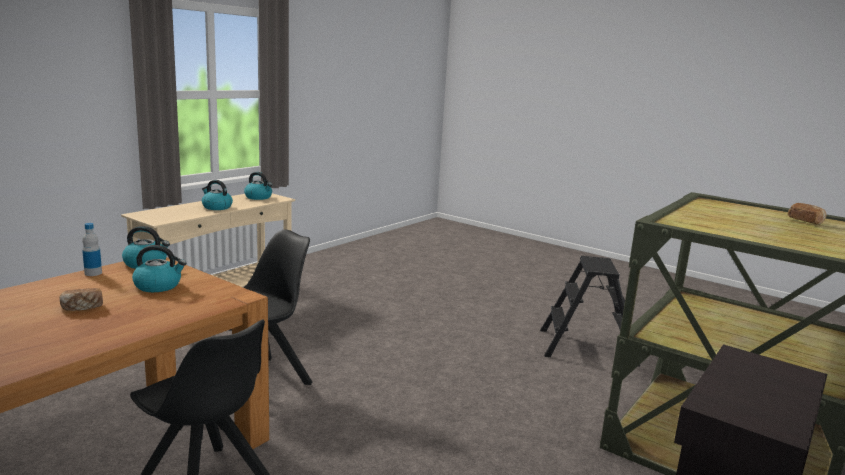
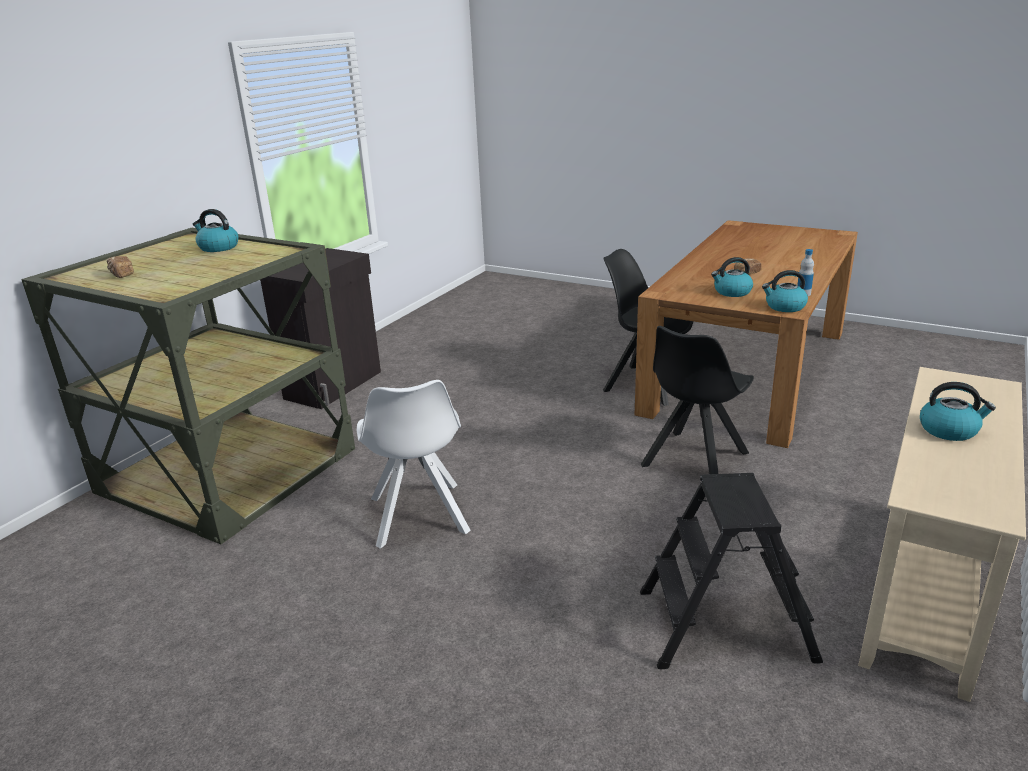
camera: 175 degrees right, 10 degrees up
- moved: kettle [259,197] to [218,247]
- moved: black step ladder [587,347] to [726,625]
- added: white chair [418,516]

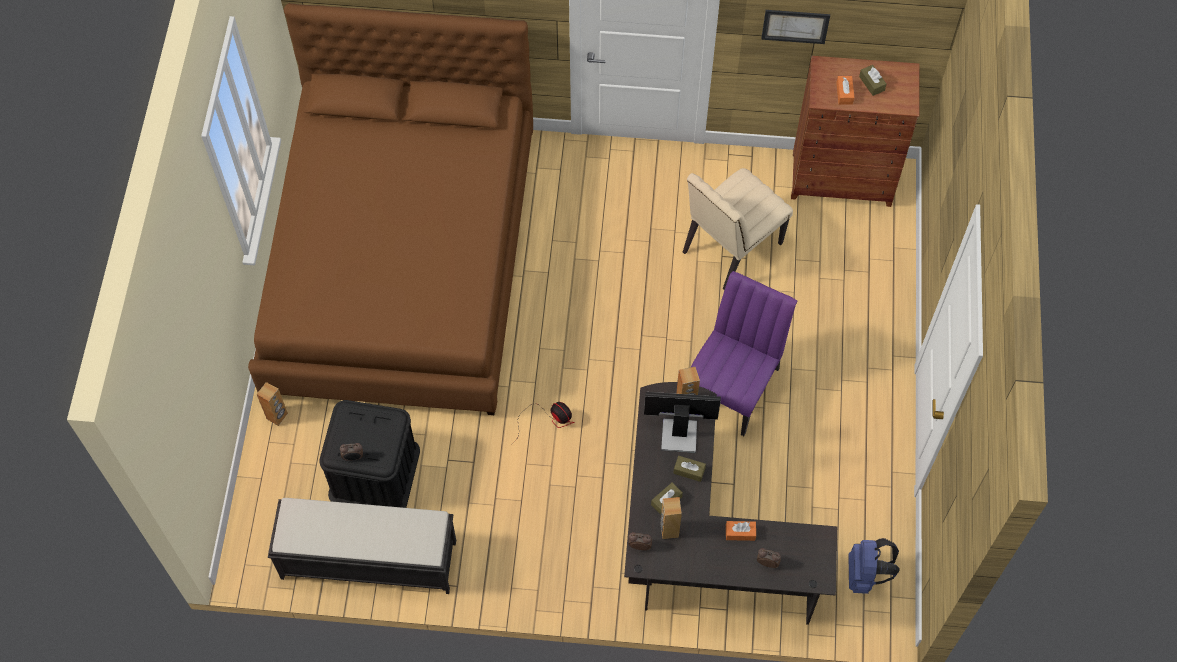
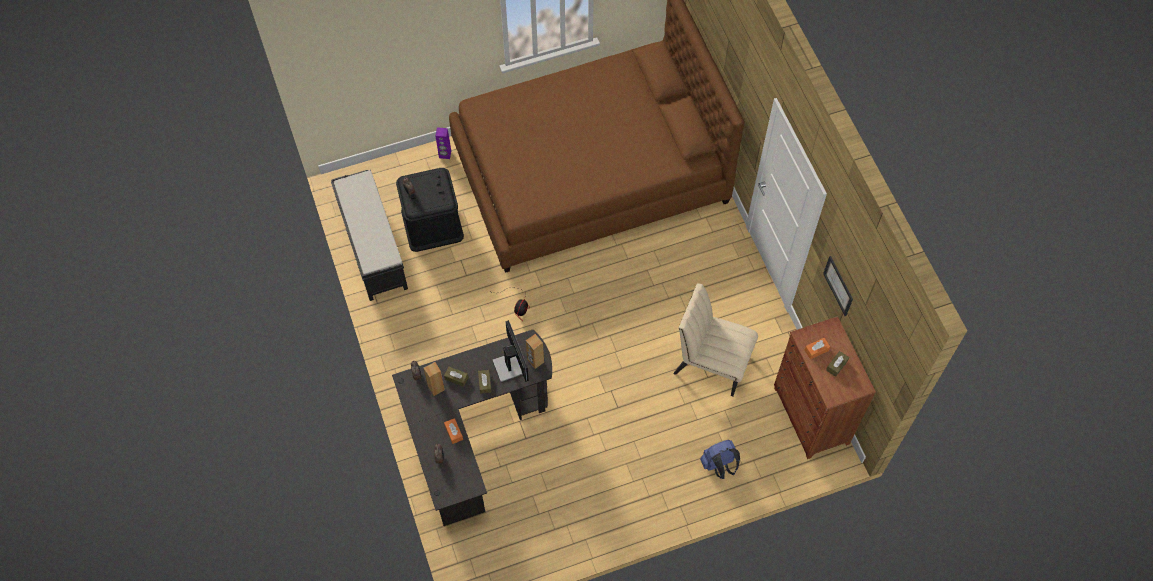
camera: 65 degrees right, 0 degrees up
- removed: purple chair [733,389]
- recoloured: brown speaker [277,416] to purple speaker [445,154]
- moved: blue backpack [865,575] to [719,465]

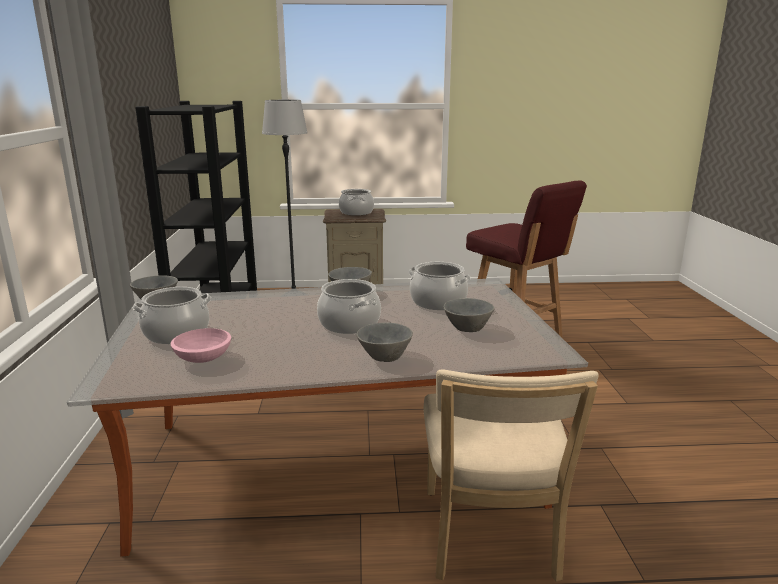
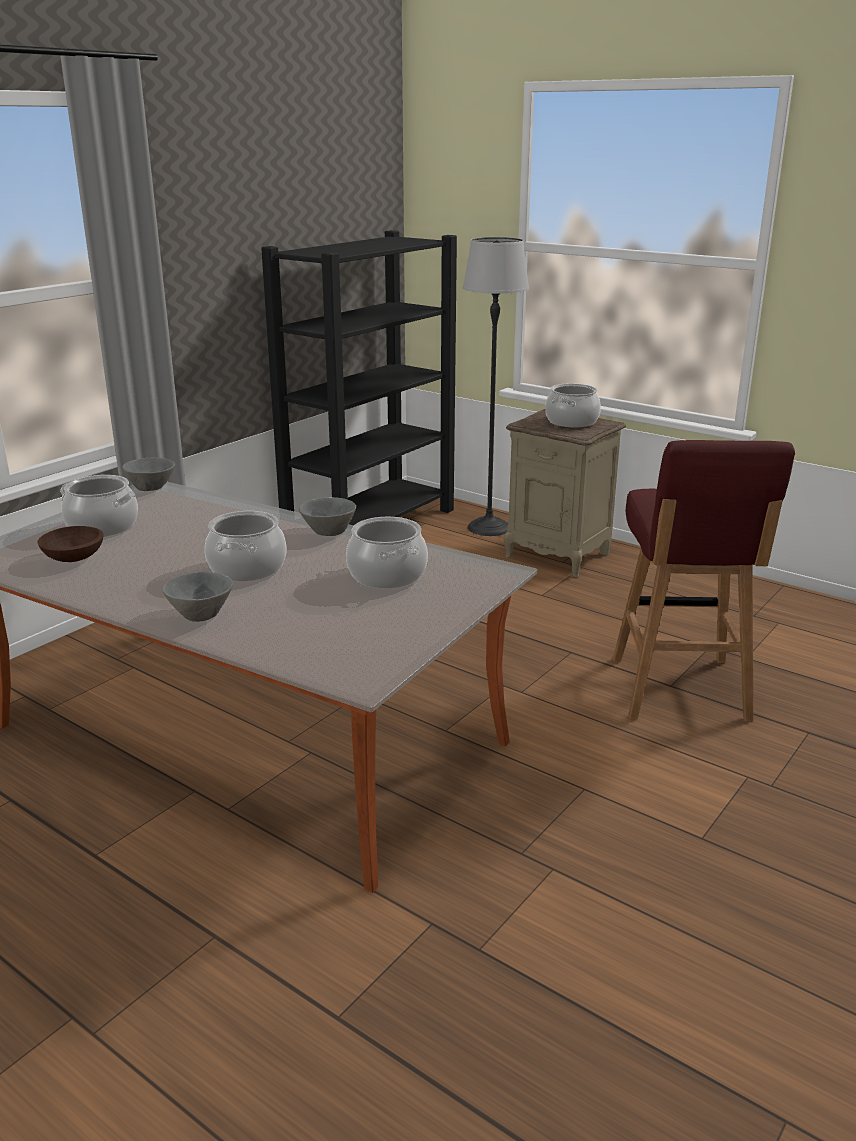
camera: 40 degrees right, 5 degrees up
- removed: grey bowl [467,327]
- recoloured: pink bowl [203,358] to brown bowl [74,557]
- removed: beige chair [489,539]

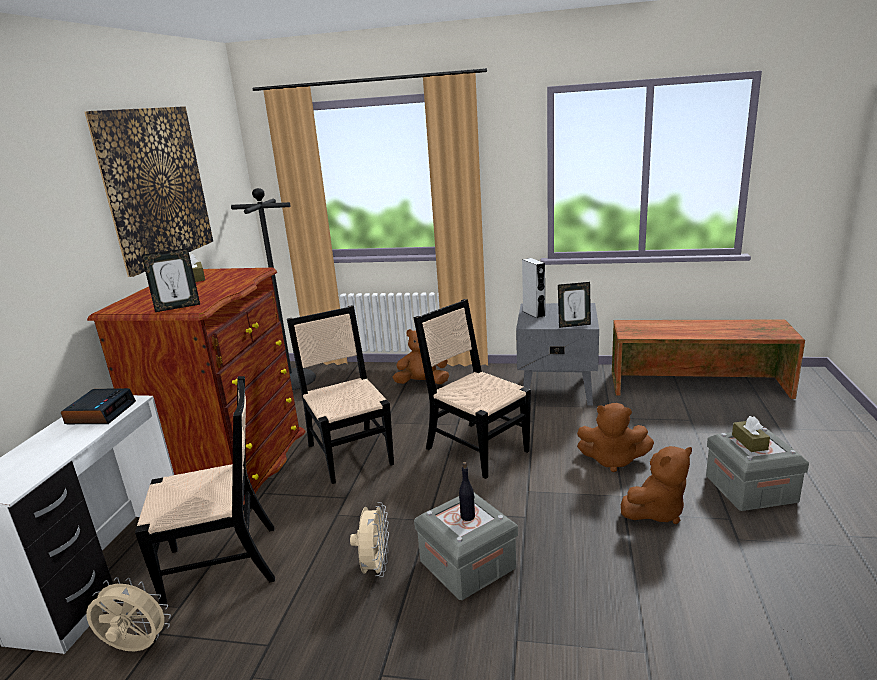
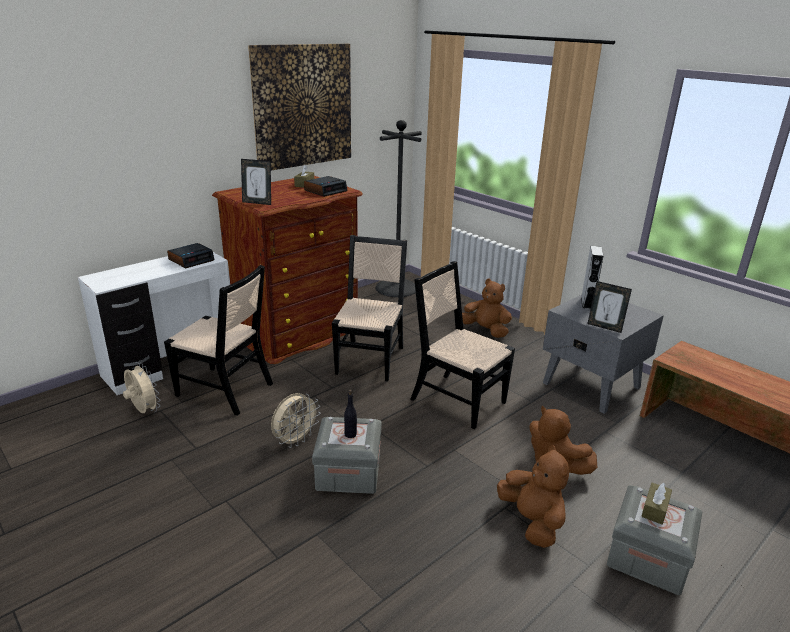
camera: 35 degrees right, 5 degrees up
- turned: chair [477,450] = [458,401] 45 degrees counterclockwise
- turned: brown plush toy [656,511] = [532,522] 120 degrees counterclockwise
- added: alarm clock [325,191]

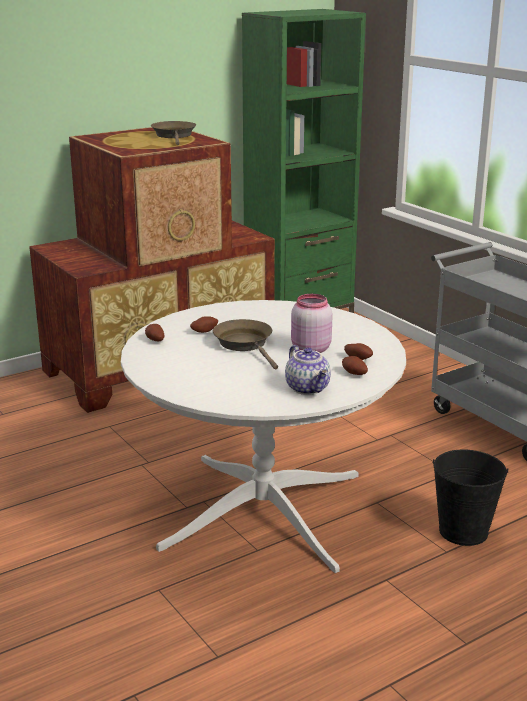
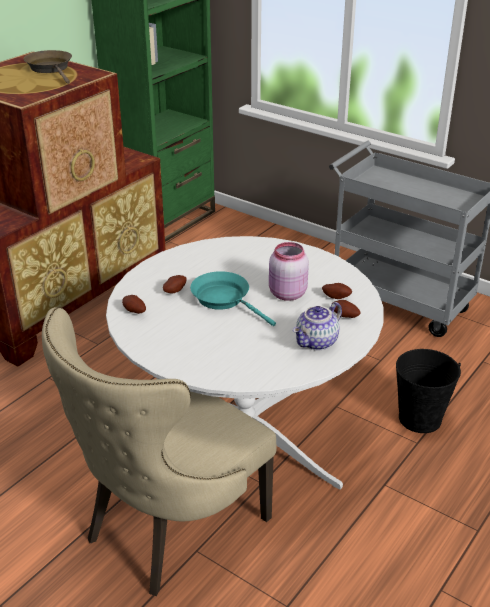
camera: 20 degrees left, 10 degrees up
- recoloured: brown frying pan [245,344] to turquoise frying pan [224,299]
- turned: teapot [308,388] = [317,342] 90 degrees clockwise
- added: beige chair [168,528]

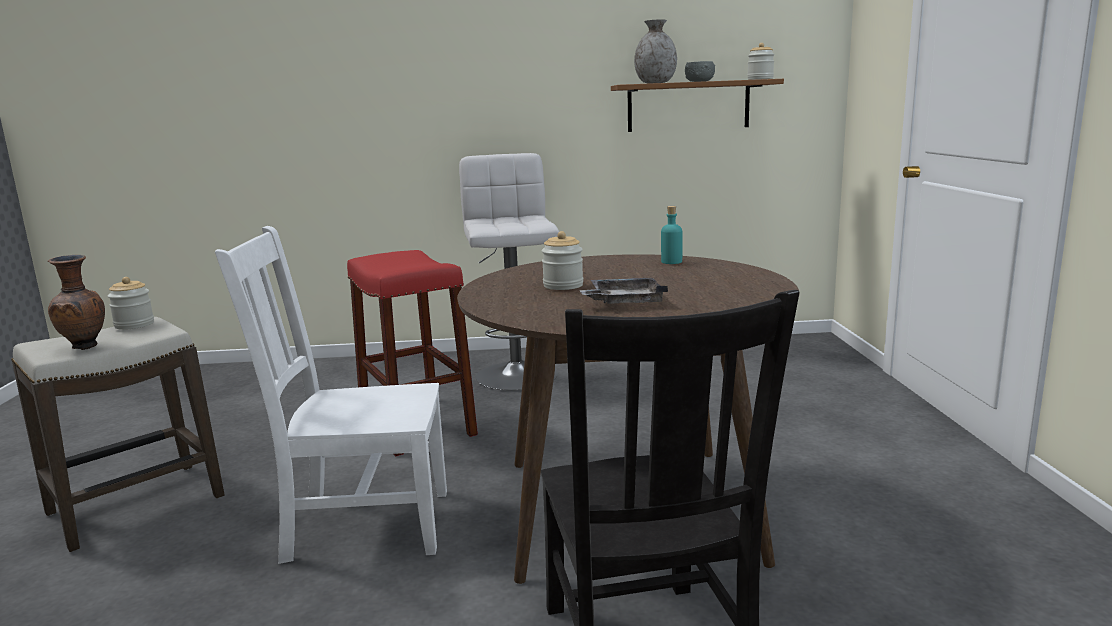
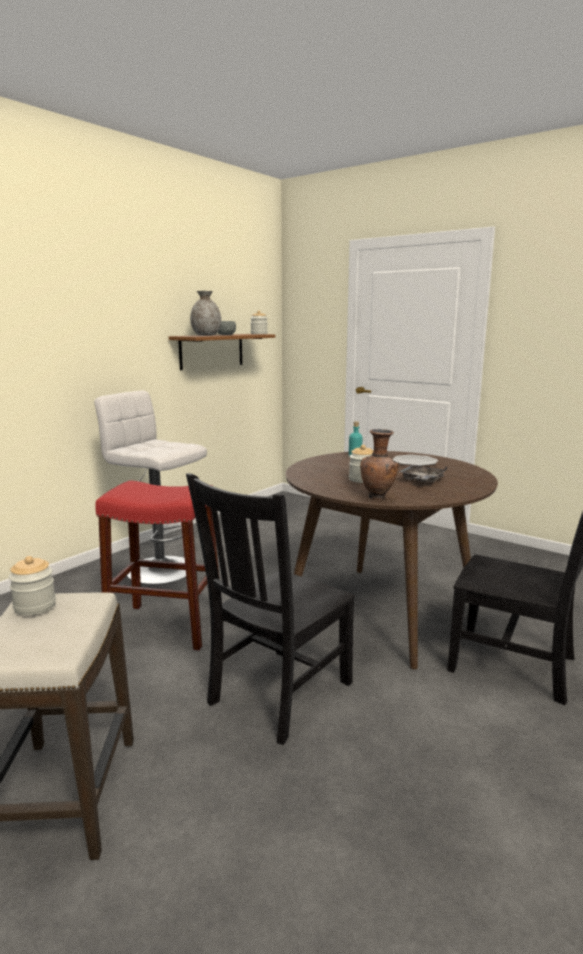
camera: 50 degrees left, 0 degrees up
- recoloured: white chair [362,524] to black chair [277,695]
- moved: brown vase [85,347] to [378,497]
- added: plate [414,462]

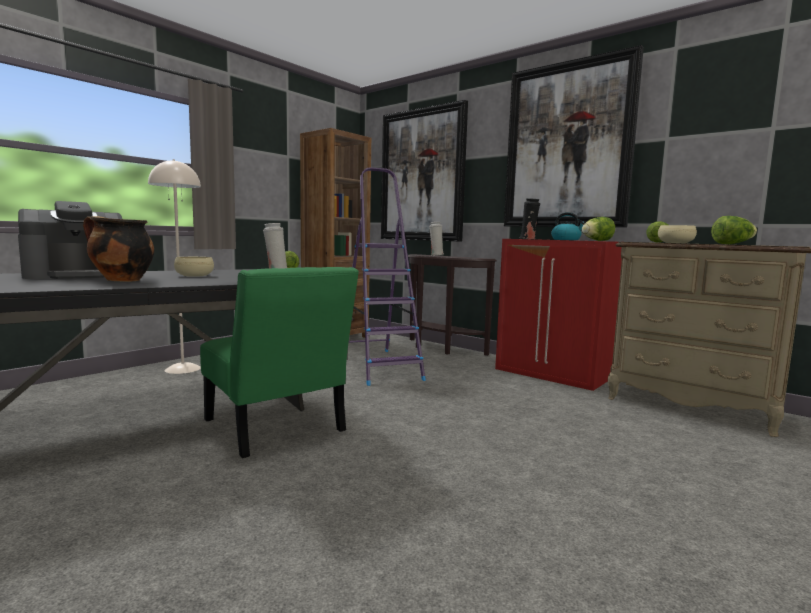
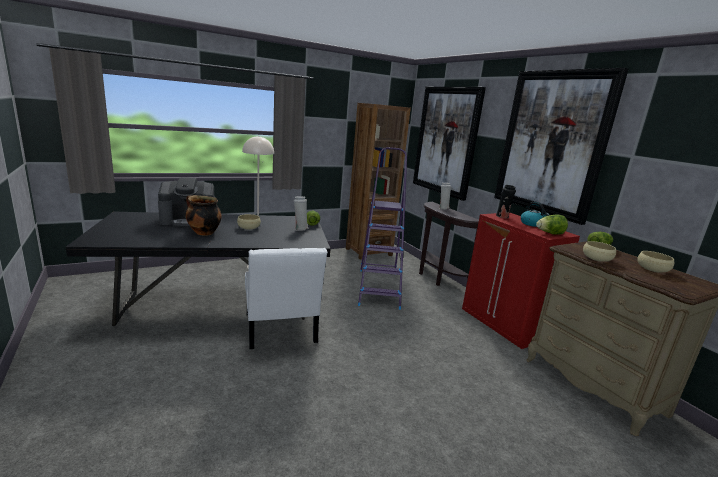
camera: 20 degrees right, 10 degrees up
- replaced: lettuce [732,244] to beige bowl [652,269]
- recoloured: green chair [277,428] to white chair [280,331]

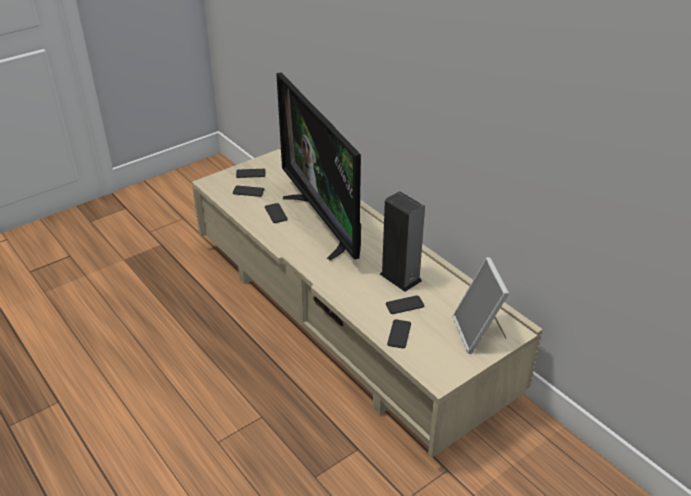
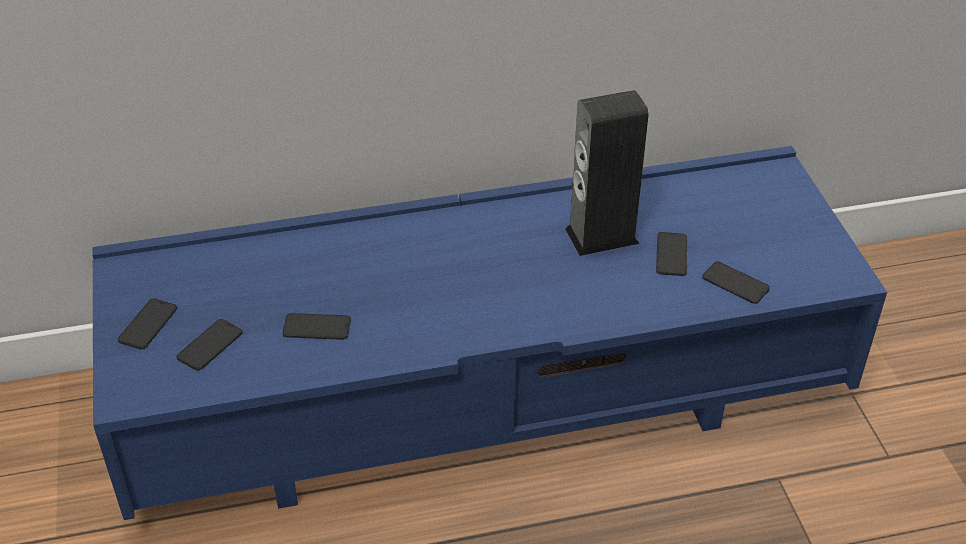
camera: 65 degrees left, 5 degrees up
- removed: television [325,222]
- recoloured: beige tv stand [346,317] to blue tv stand [483,390]
- removed: picture frame [479,333]

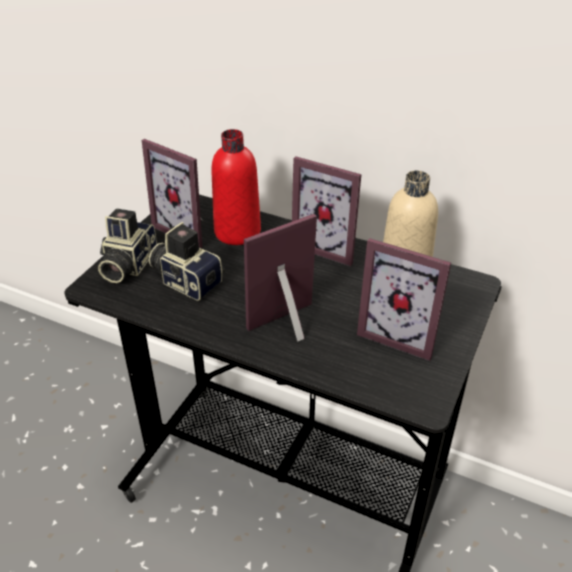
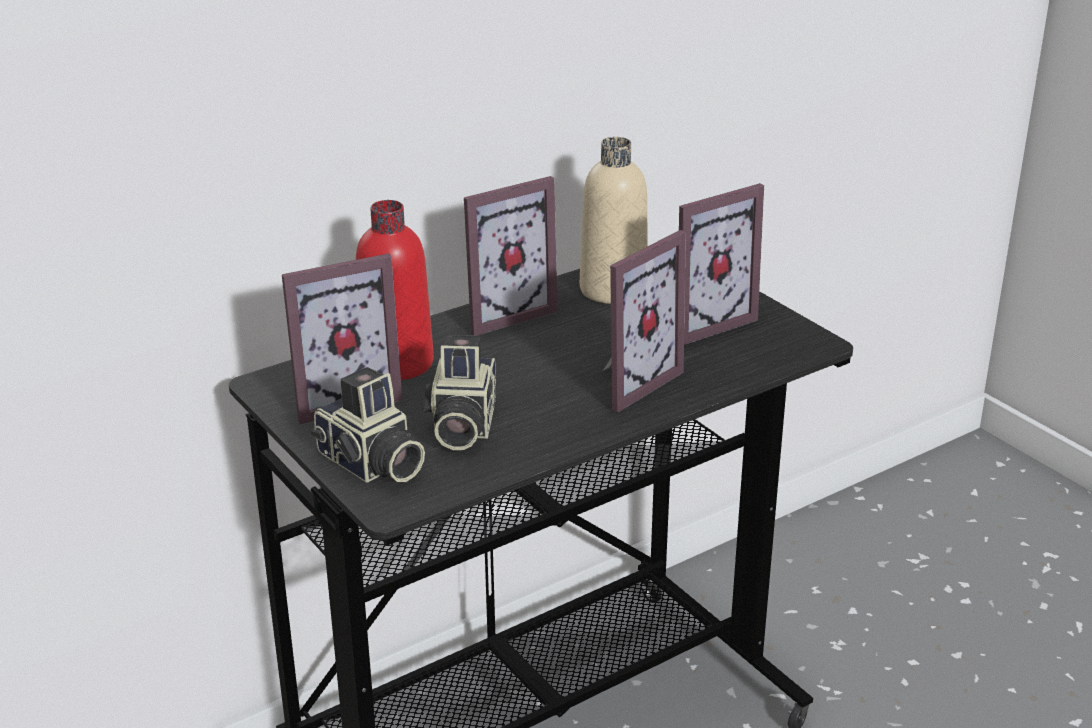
camera: 60 degrees left, 10 degrees down
- turned: picture frame [289,327] = [627,382] 135 degrees counterclockwise
- turned: photo camera [187,280] = [460,426] 60 degrees counterclockwise

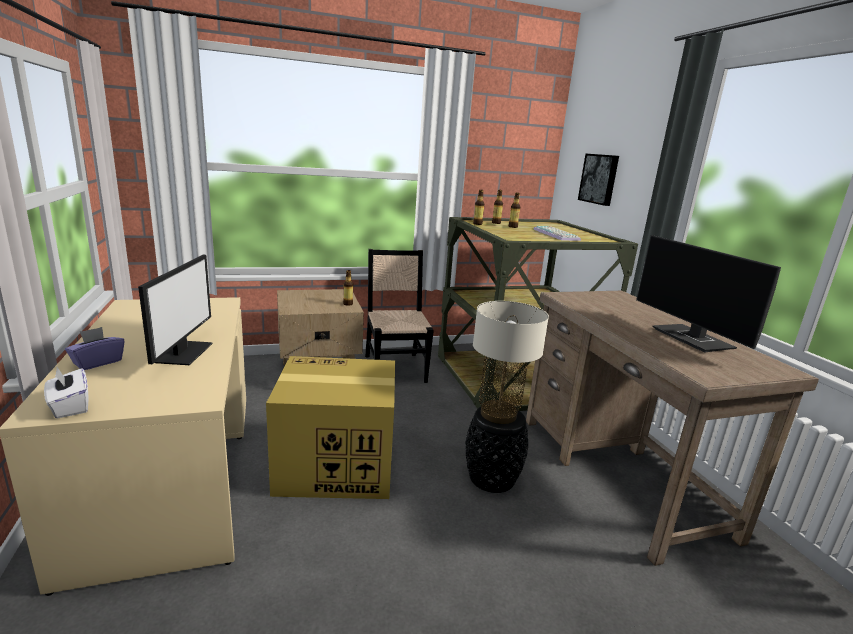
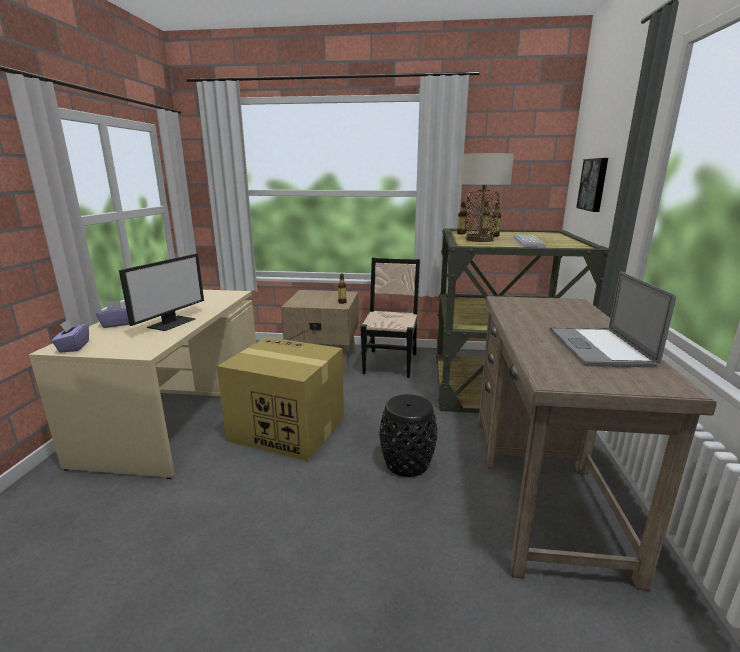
camera: 25 degrees right, 0 degrees up
- replaced: monitor [693,339] to laptop [599,347]
- moved: table lamp [498,414] to [479,240]
- recoloured: white tissue box [70,406] to purple tissue box [73,347]

